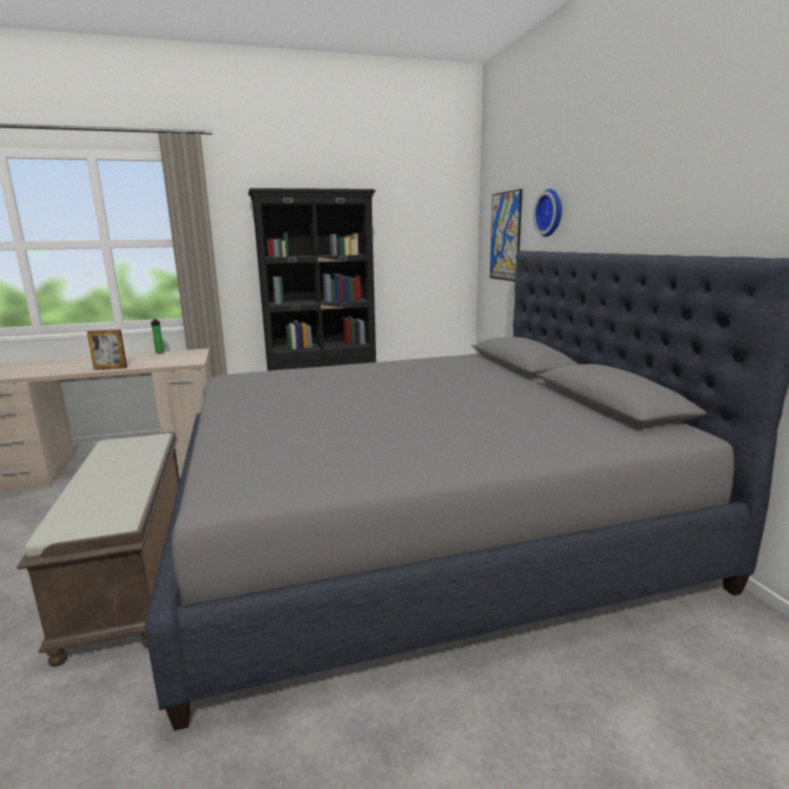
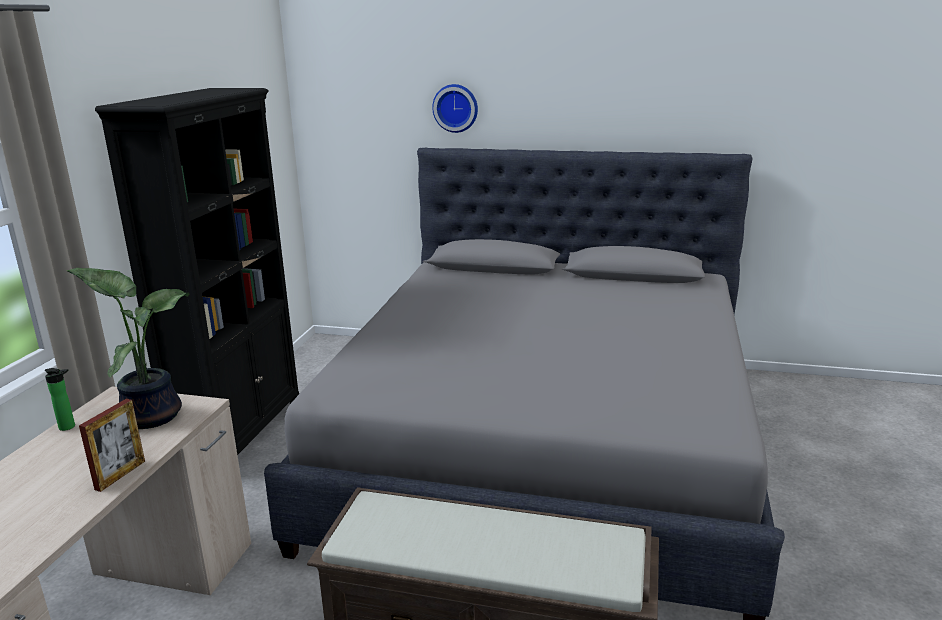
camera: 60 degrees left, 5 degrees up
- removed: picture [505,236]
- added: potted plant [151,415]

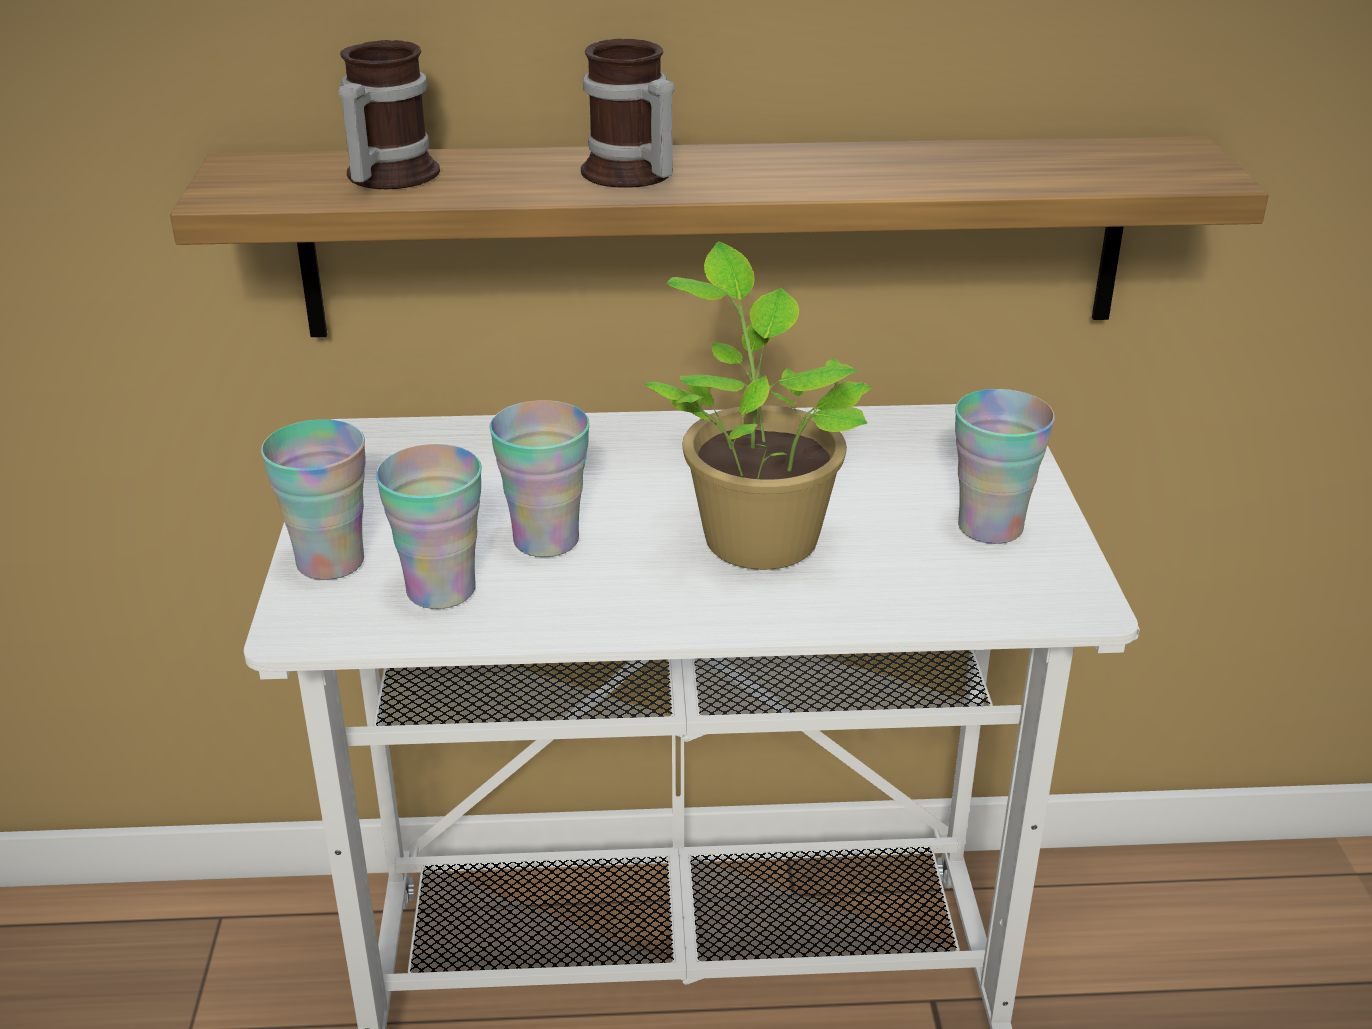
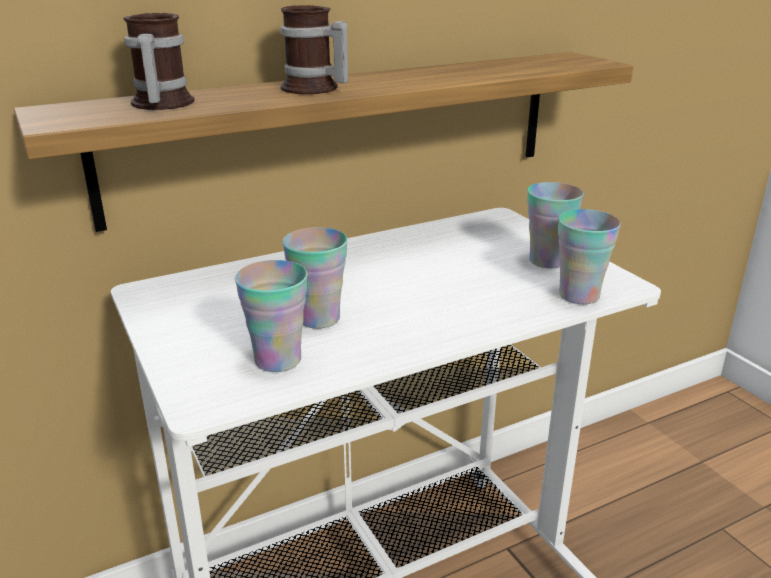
camera: 25 degrees left, 5 degrees down
- removed: potted plant [756,535]
- moved: cup [330,562] to [579,295]

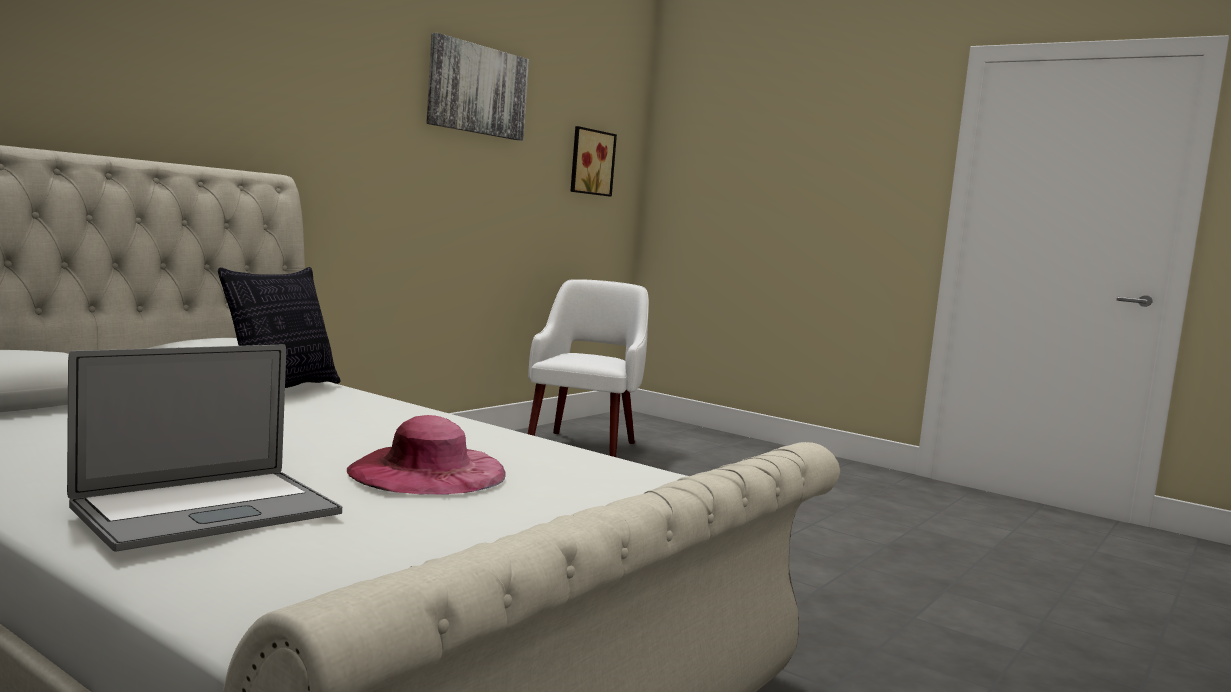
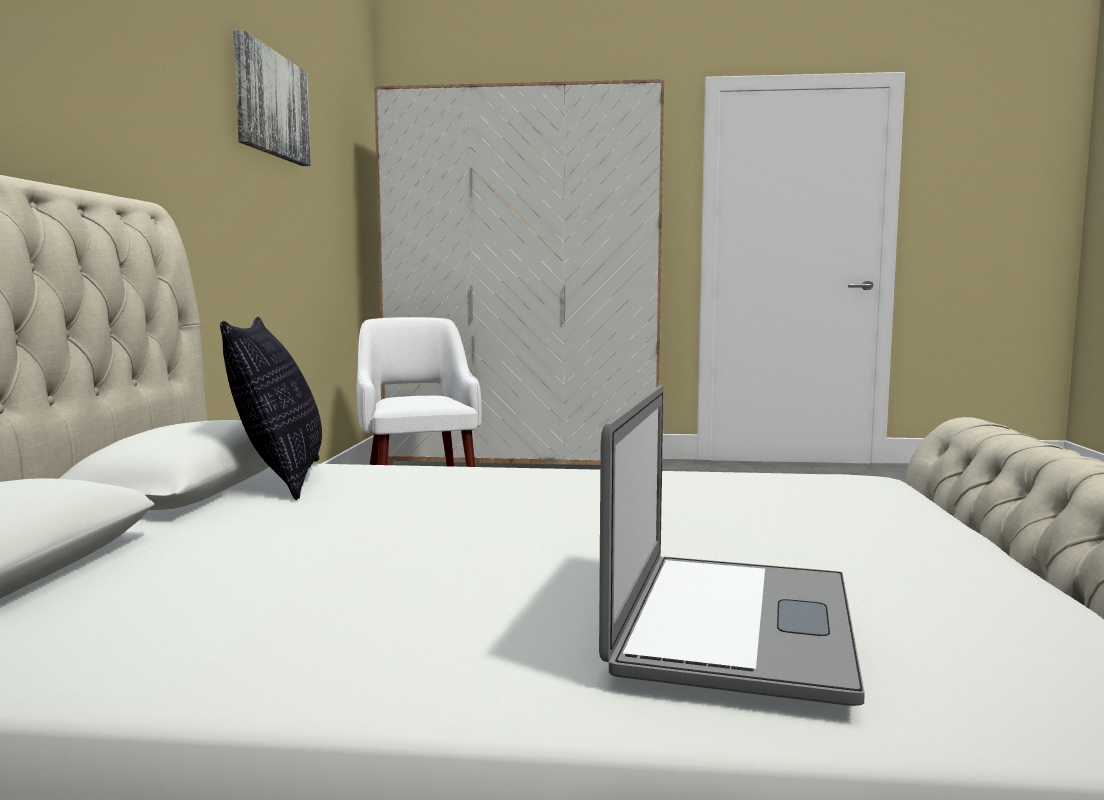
camera: 30 degrees left, 0 degrees up
- removed: picture [590,162]
- removed: pink hat [427,471]
- added: white wardrobe [526,465]

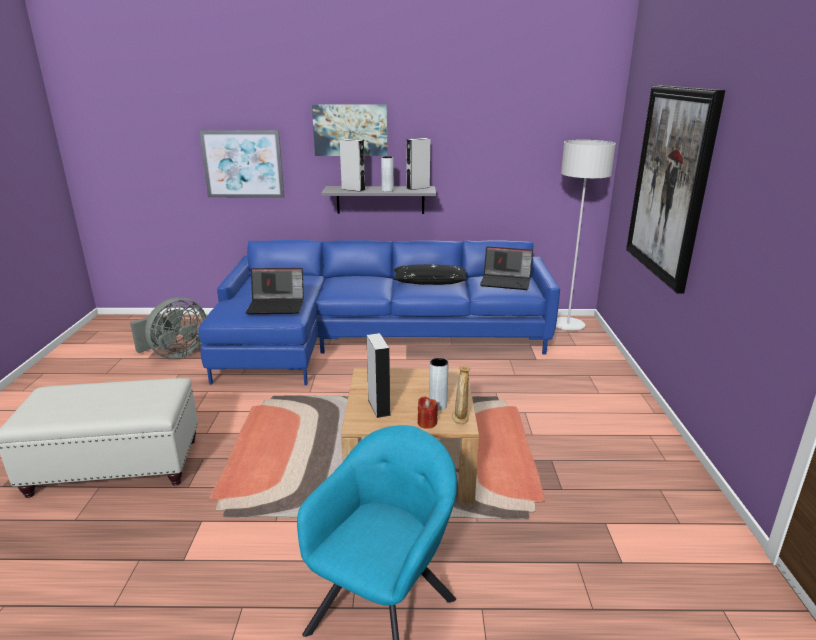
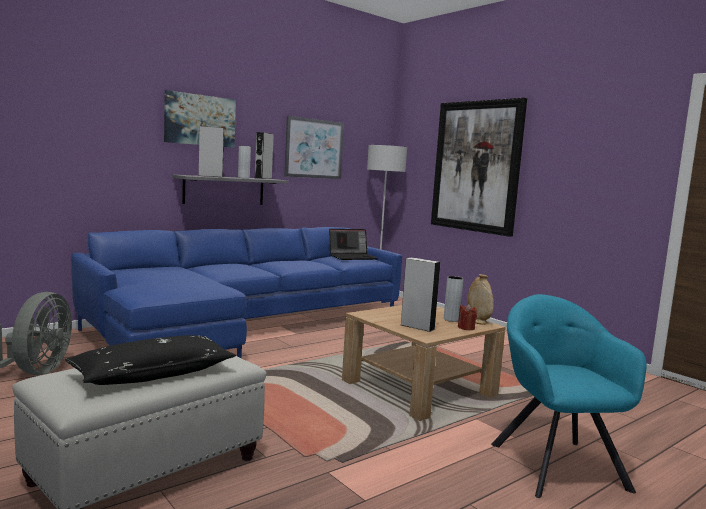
camera: 40 degrees left, 15 degrees down
- moved: picture [243,164] to [314,148]
- moved: black pillow [430,282] to [153,374]
- removed: laptop [277,306]

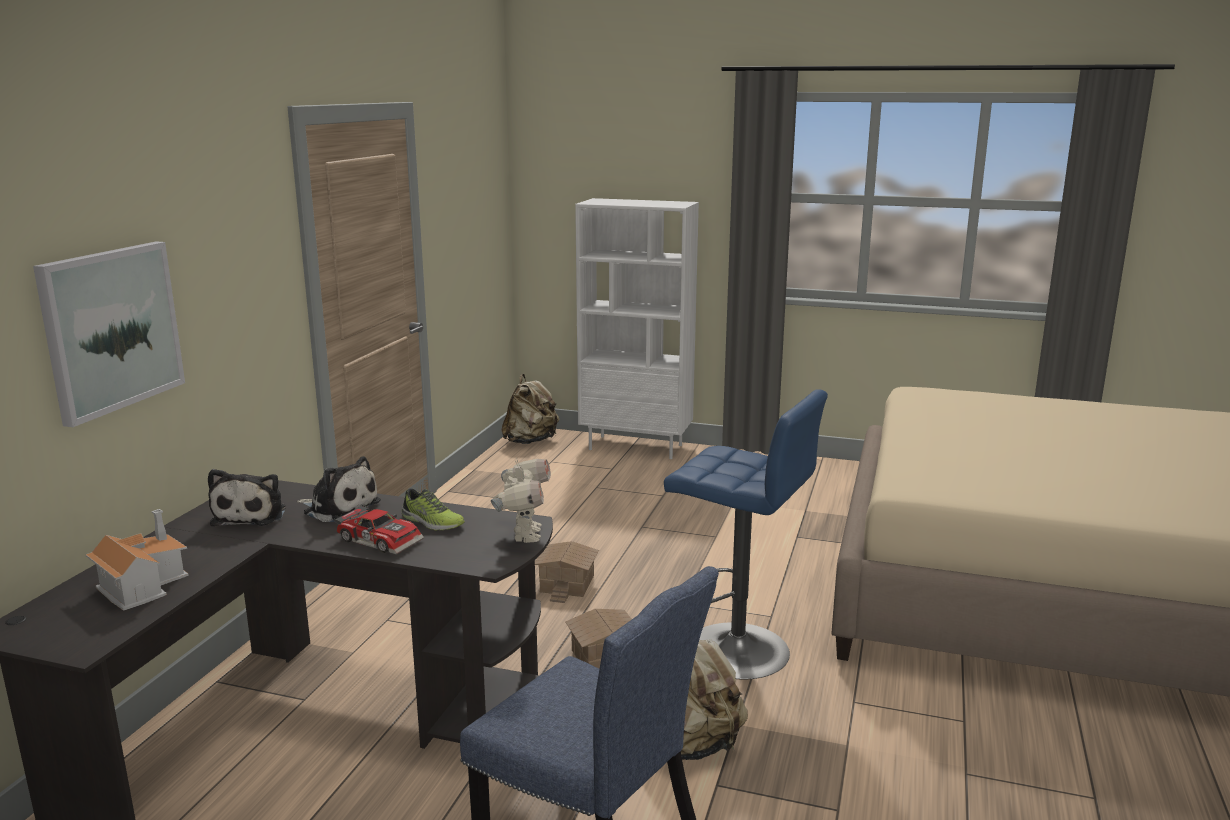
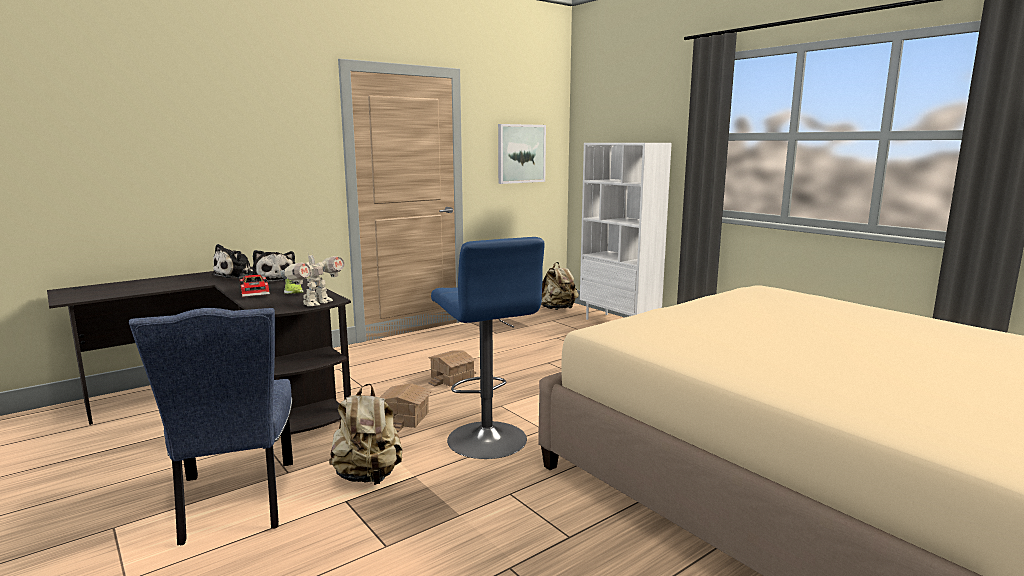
camera: 35 degrees right, 5 degrees down
- moved: picture [111,329] to [521,153]
- removed: toy house [142,584]

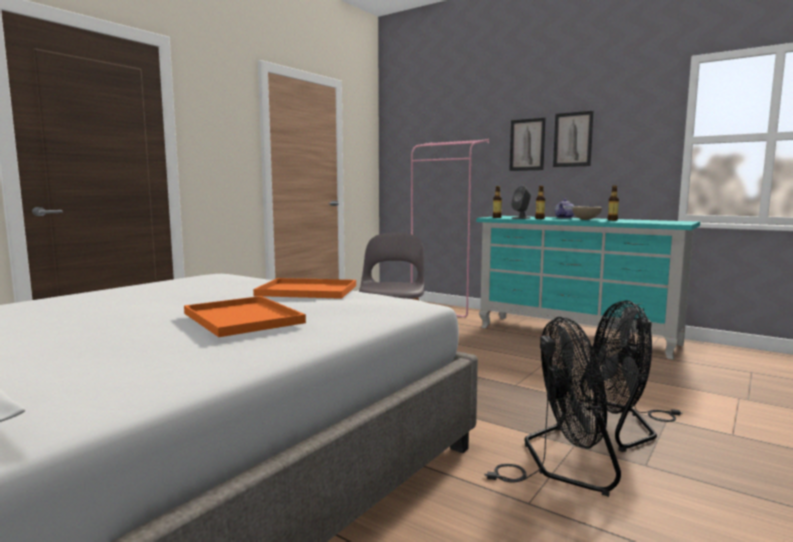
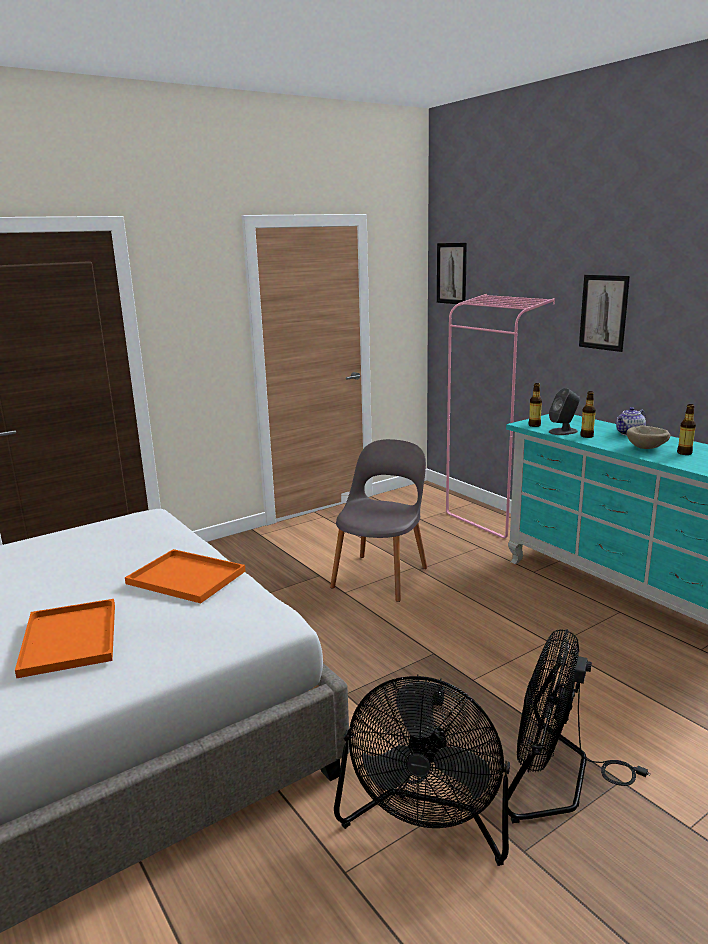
camera: 20 degrees right, 10 degrees up
- moved: picture [573,139] to [451,273]
- turned: black fan [554,461] = [421,817] 90 degrees clockwise

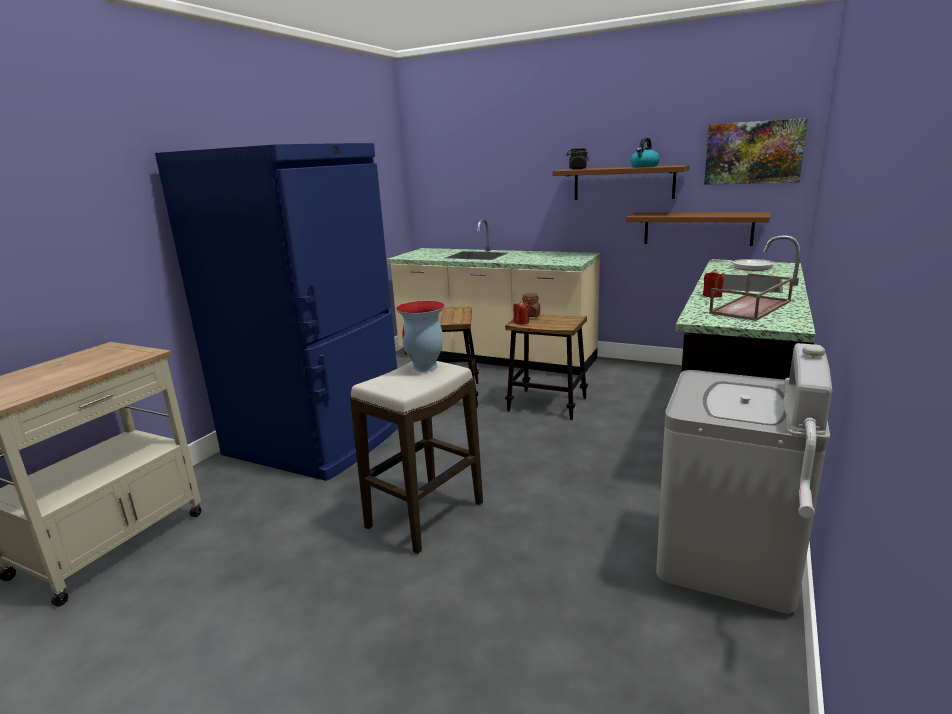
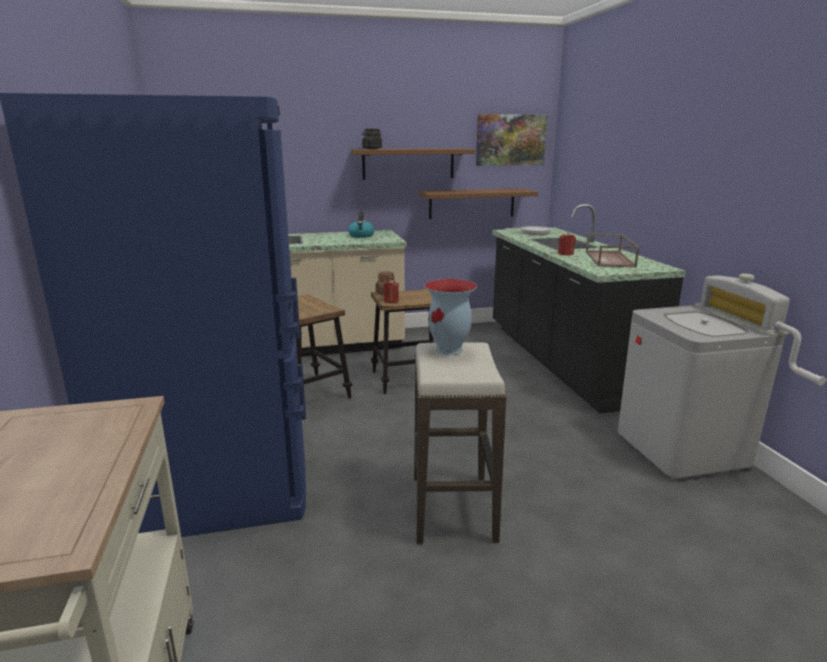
camera: 40 degrees left, 0 degrees up
- moved: kettle [644,166] to [361,236]

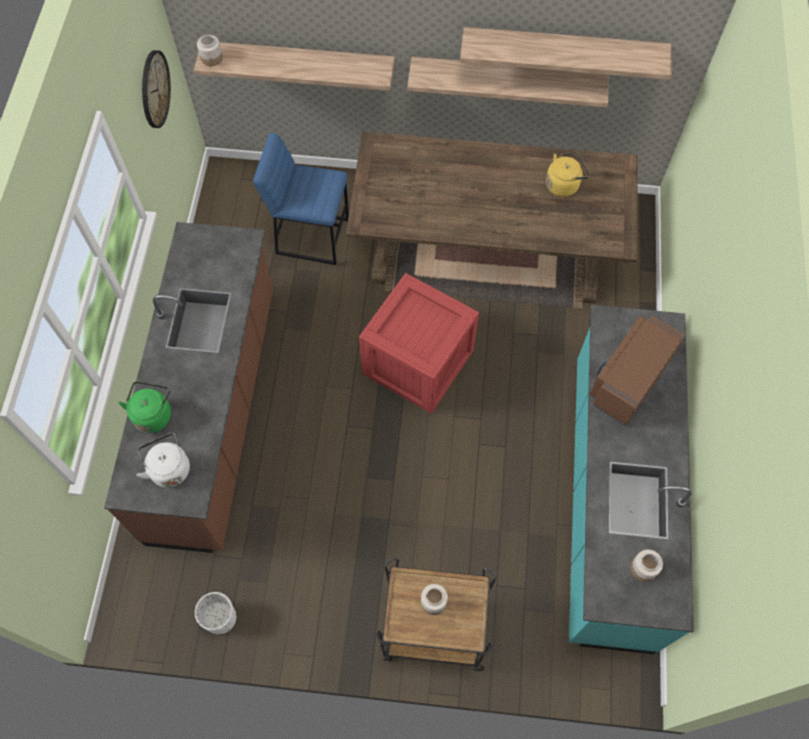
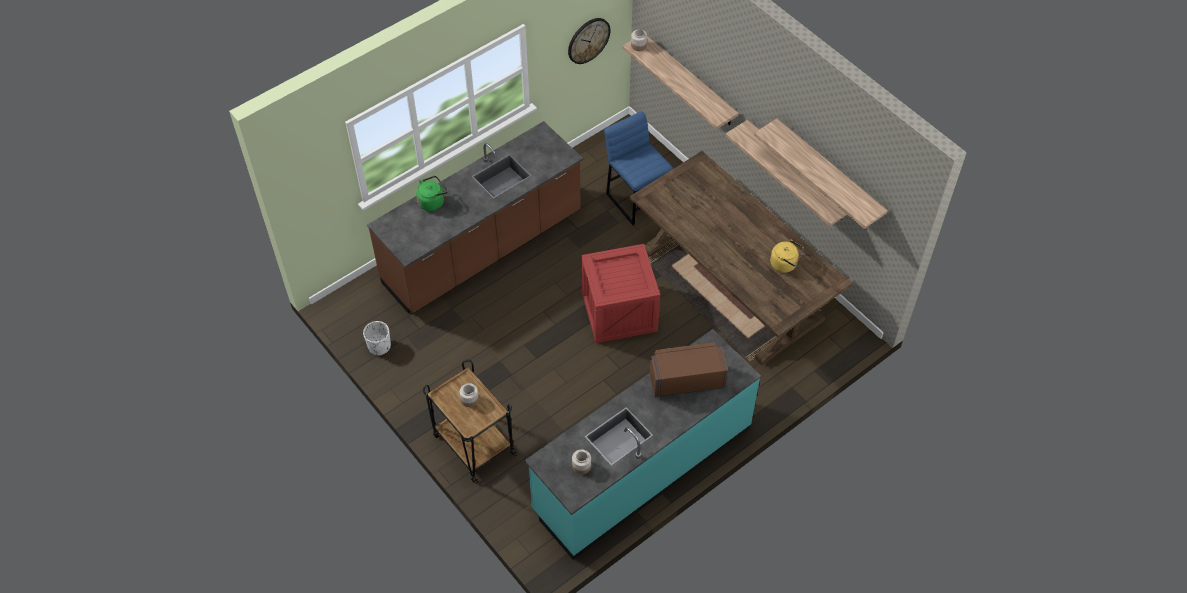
camera: 45 degrees right, 10 degrees down
- removed: white kettle [169,468]

